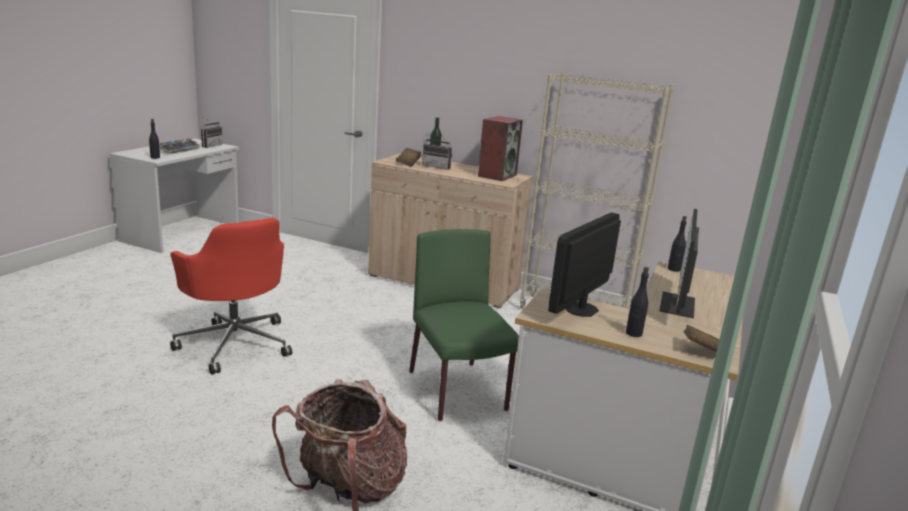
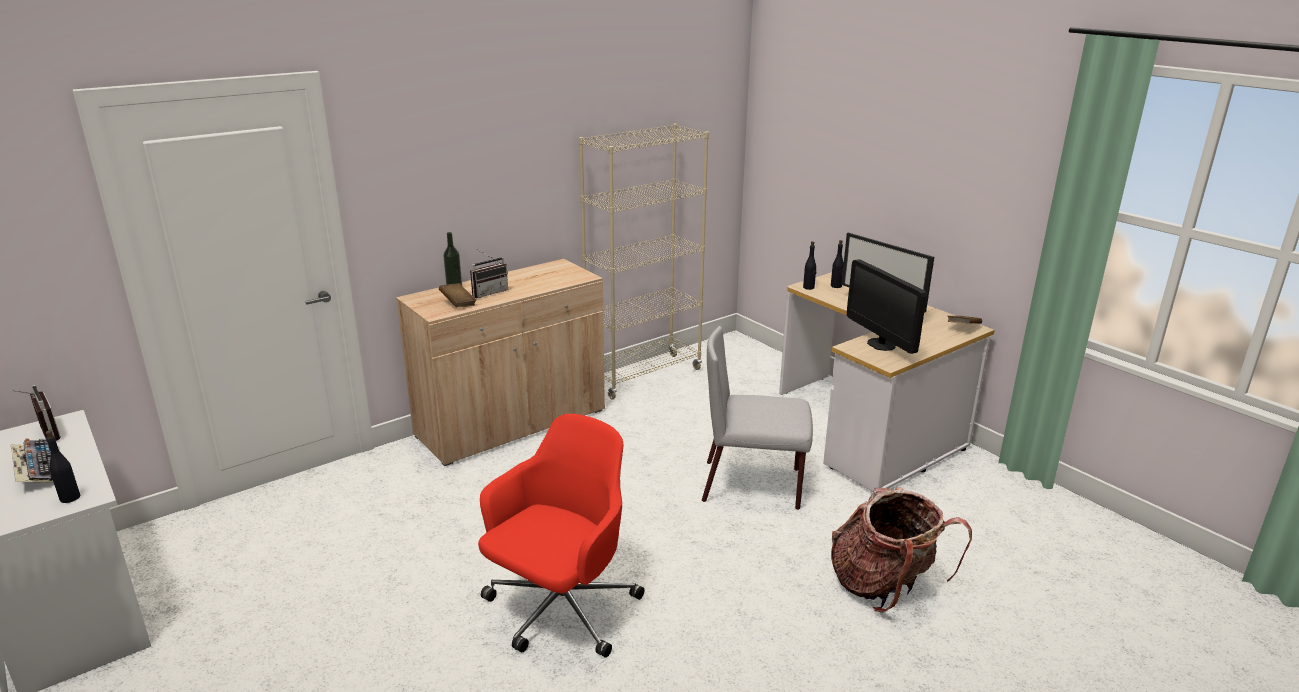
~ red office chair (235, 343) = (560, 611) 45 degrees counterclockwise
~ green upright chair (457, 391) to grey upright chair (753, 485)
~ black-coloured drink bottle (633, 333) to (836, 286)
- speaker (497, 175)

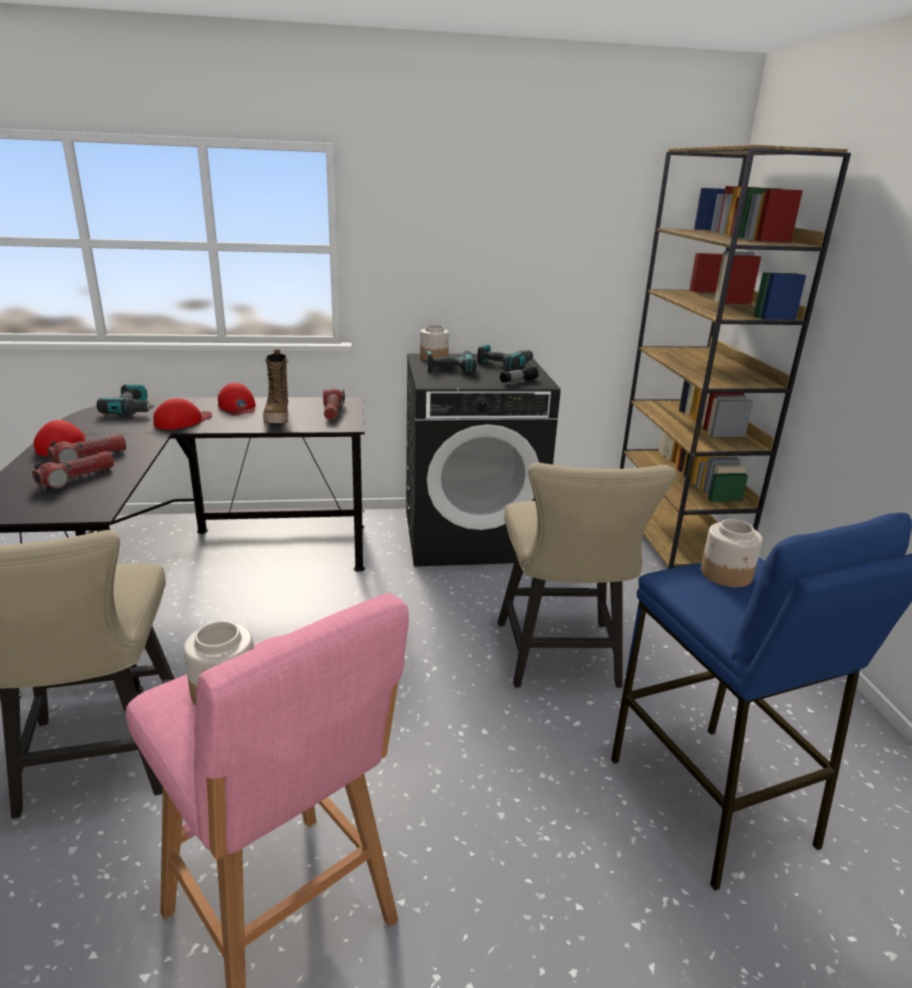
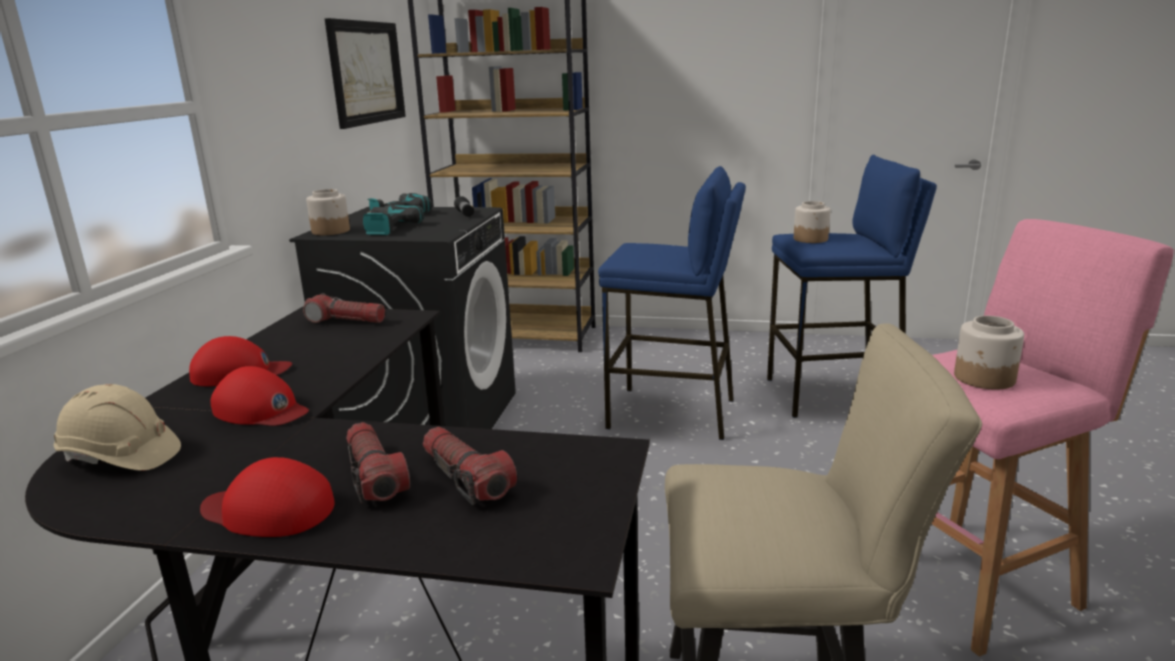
~ electric drill (133, 409) to beige safety helmet (121, 457)
~ red peaked cap (182, 421) = (261, 410) 150 degrees clockwise
+ wall art (366, 72)
~ beige upright chair (561, 660) to bluish stool (672, 413)
- tall boot (278, 417)

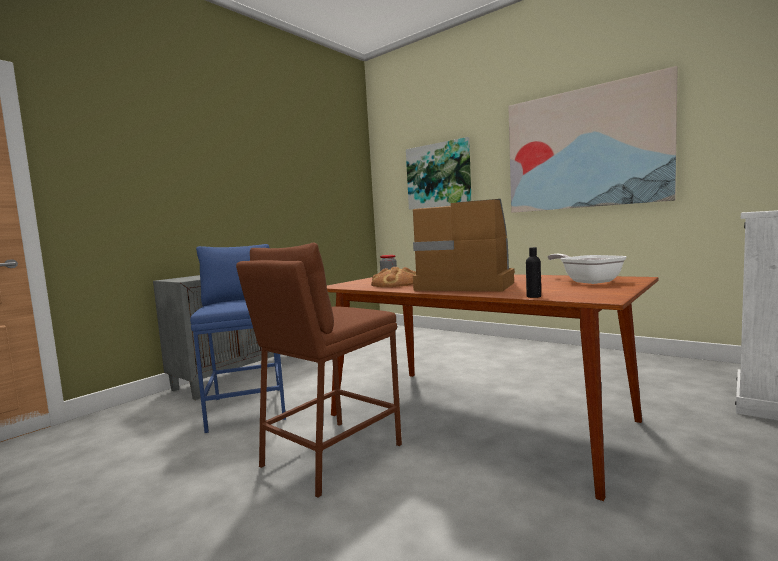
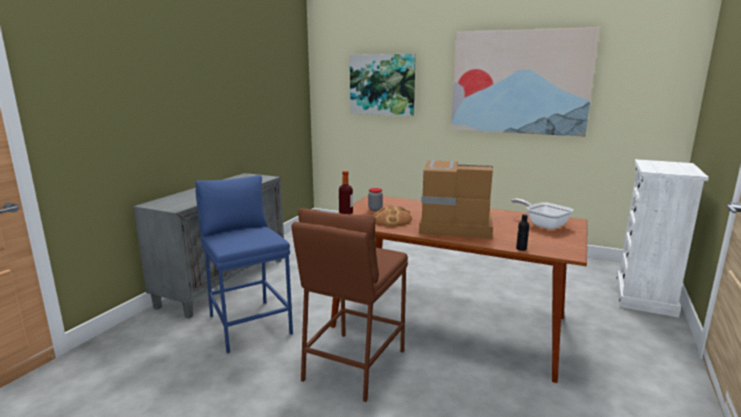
+ drink bottle (346, 213)

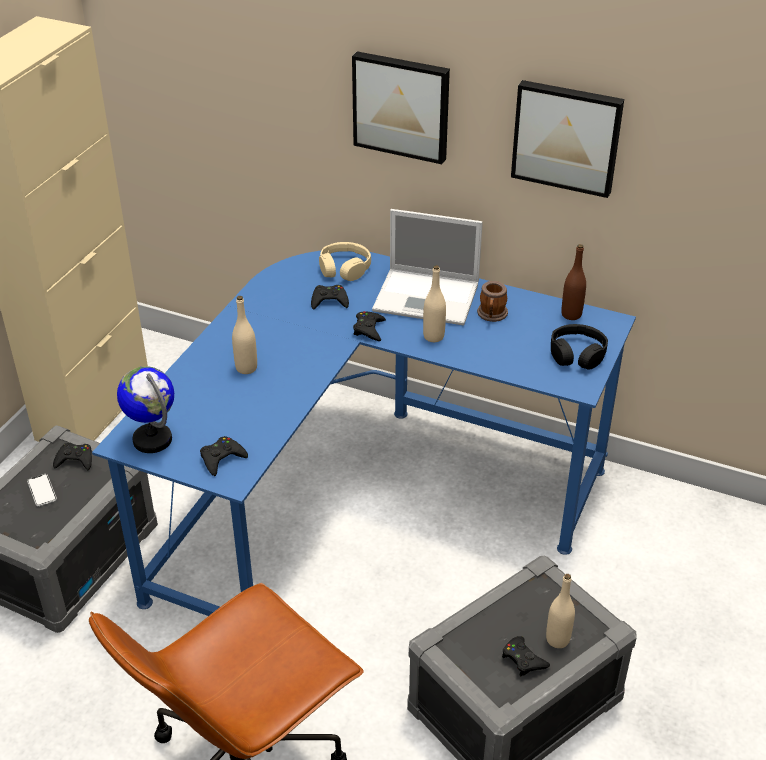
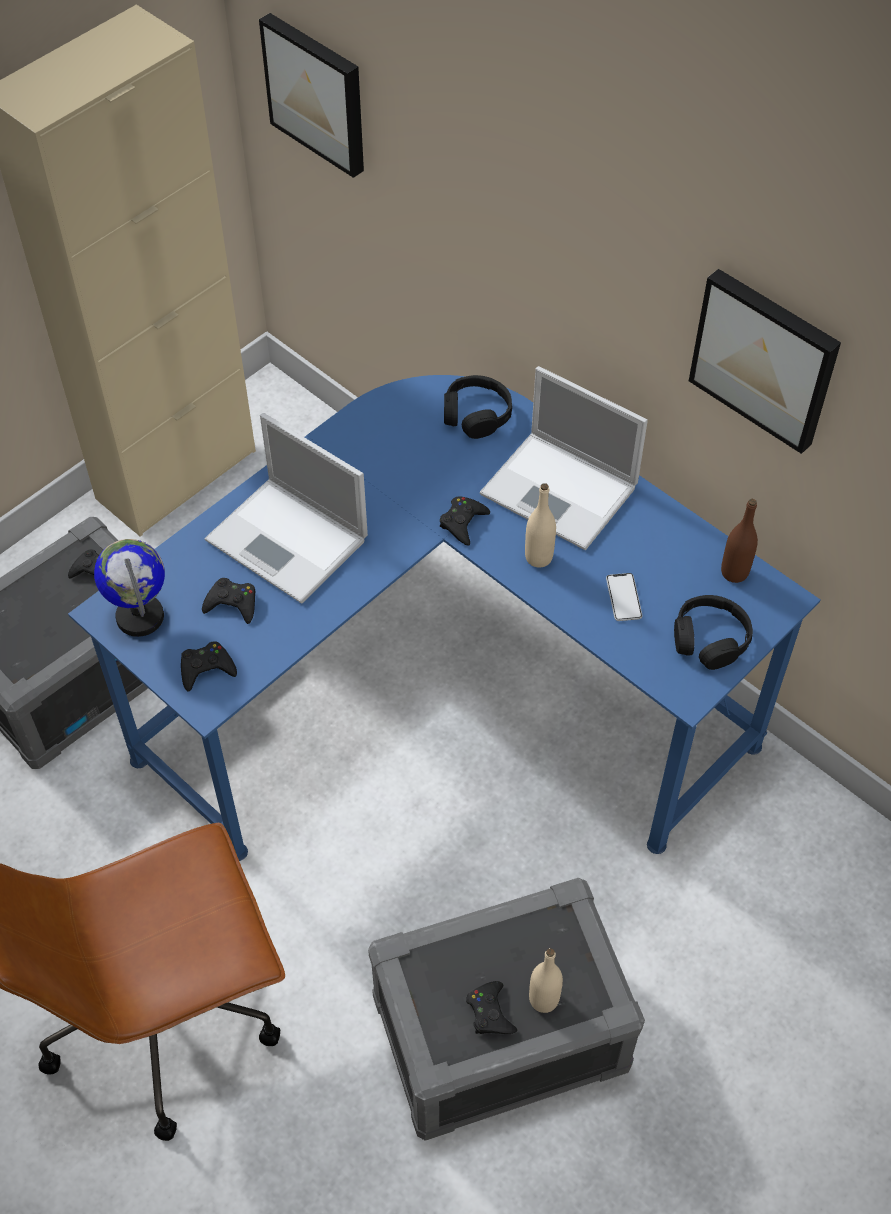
~ black-coloured game controller (329, 301) to (232, 604)
~ beige drink bottle (246, 368) to notebook computer (289, 541)
~ wall art (402, 106) to (317, 93)
~ beige pair of headphones (344, 268) to black-coloured pair of headphones (476, 414)
~ phone (42, 491) to (623, 598)
- tea mug (492, 315)

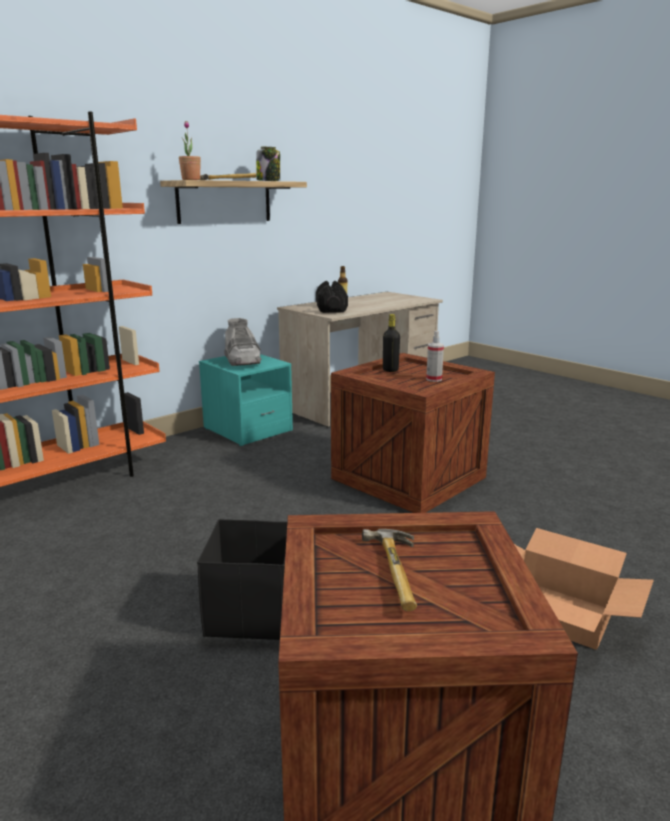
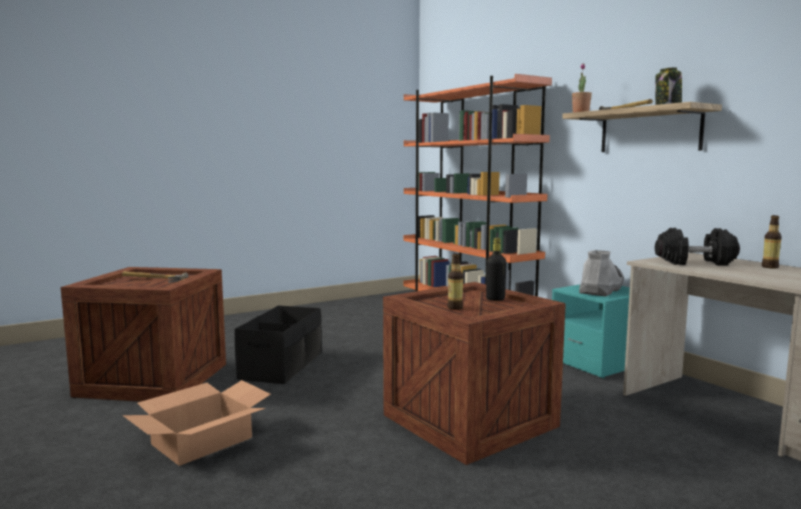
~ hand sprayer (434, 379) to drink bottle (455, 308)
~ grey tall boot (242, 362) = (601, 289) 135 degrees clockwise

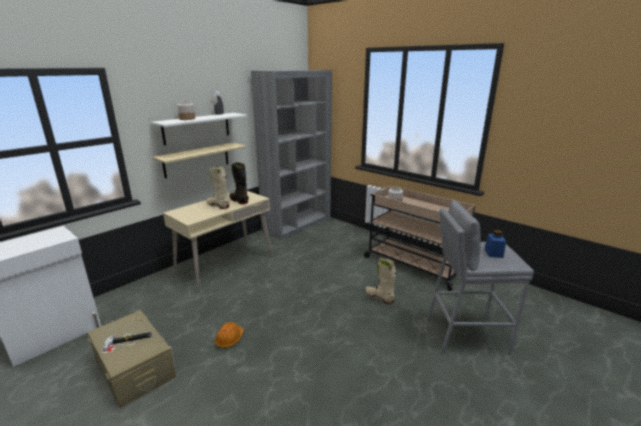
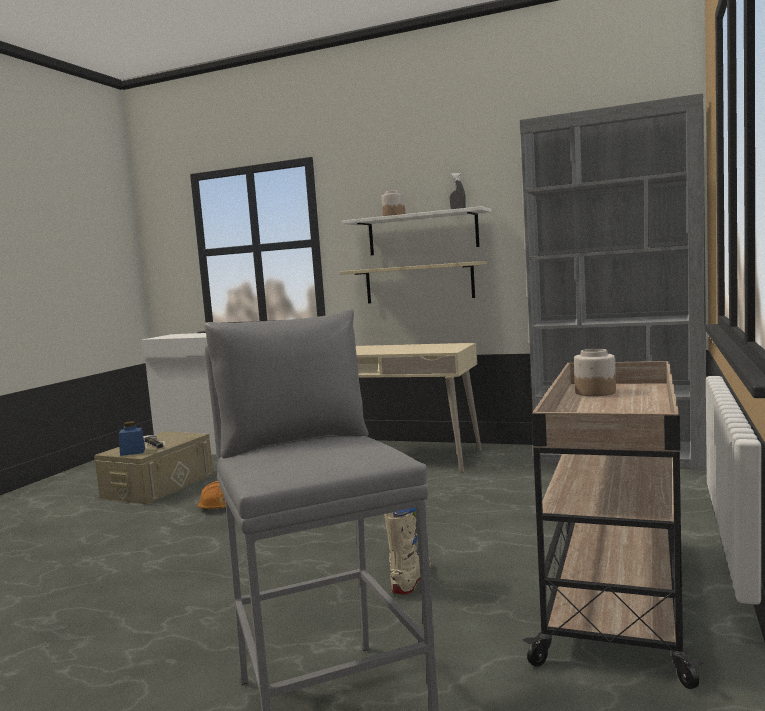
~ bluish storage jar (493, 253) to (132, 452)
- beige tall boot (218, 206)
- black-coloured tall boot (239, 201)

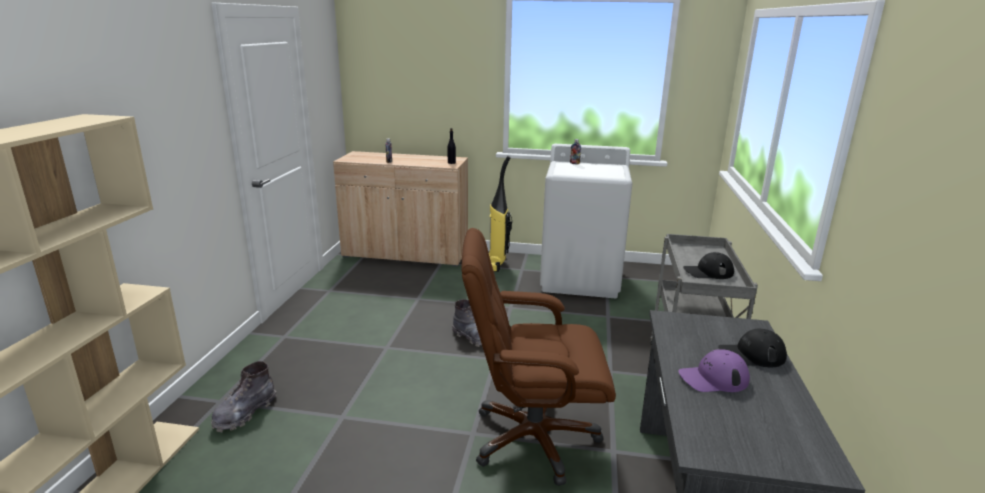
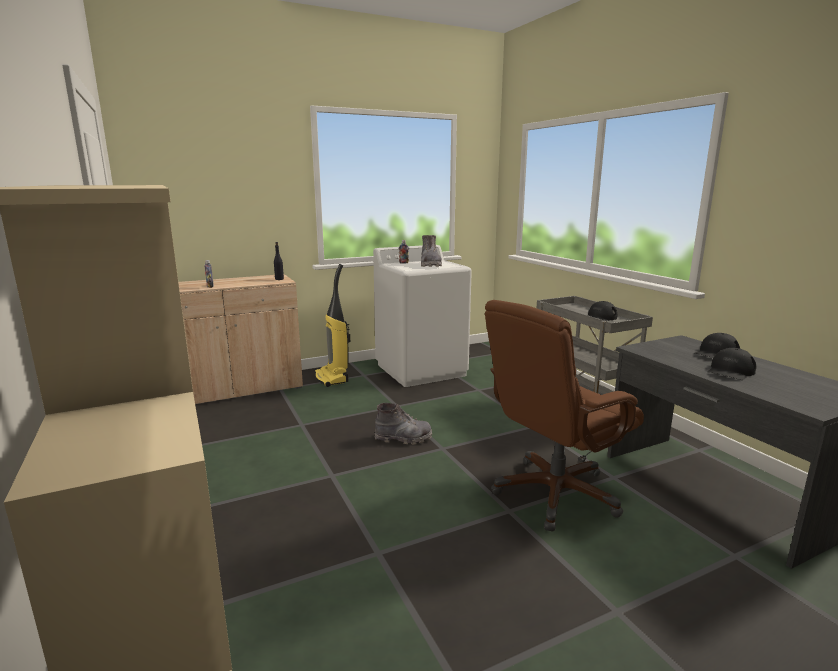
~ grey tall boot (245, 413) to (430, 265)
~ purplish peaked cap (713, 378) to black-coloured peaked cap (730, 371)

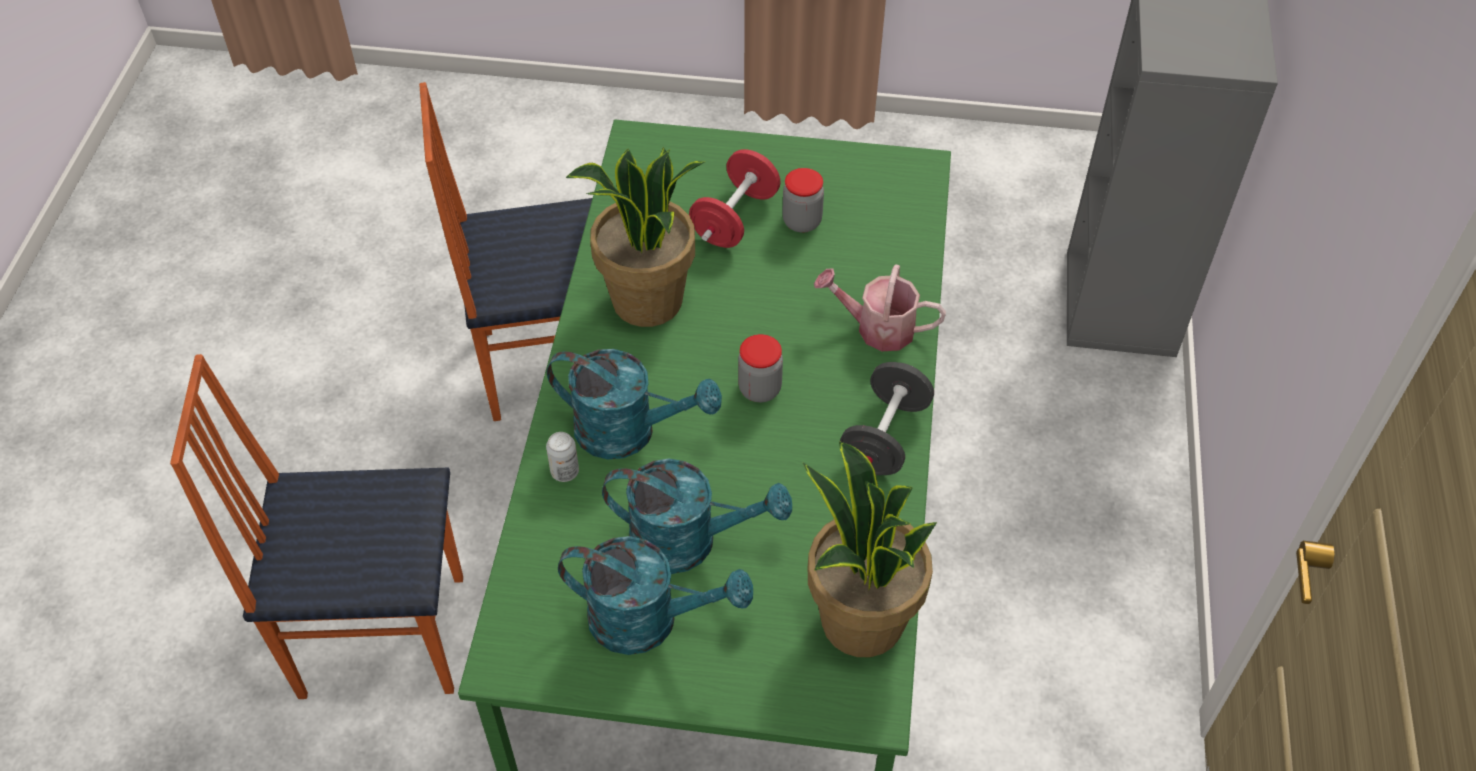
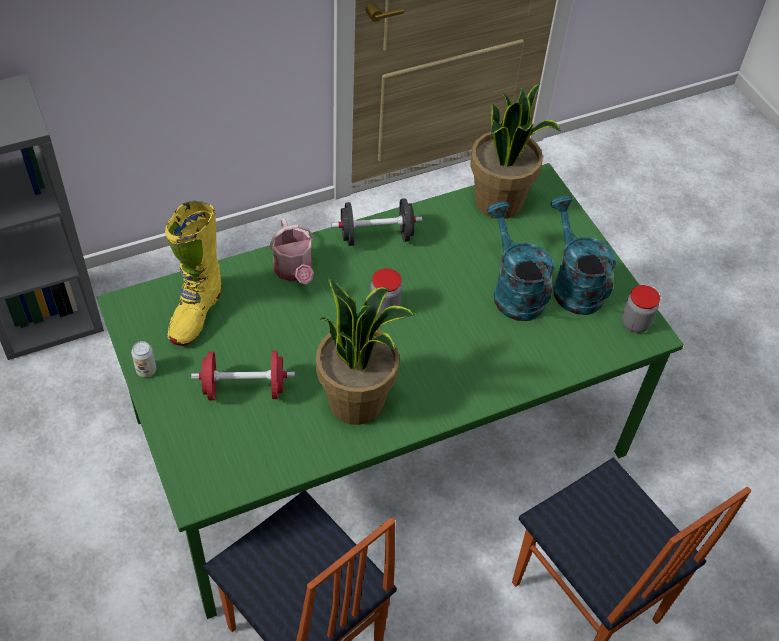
~ sealed can (565, 472) to (146, 370)
+ yellowish tall boot (196, 313)
~ storage jar (802, 221) to (635, 323)
- turquoise-coloured watering can (629, 431)

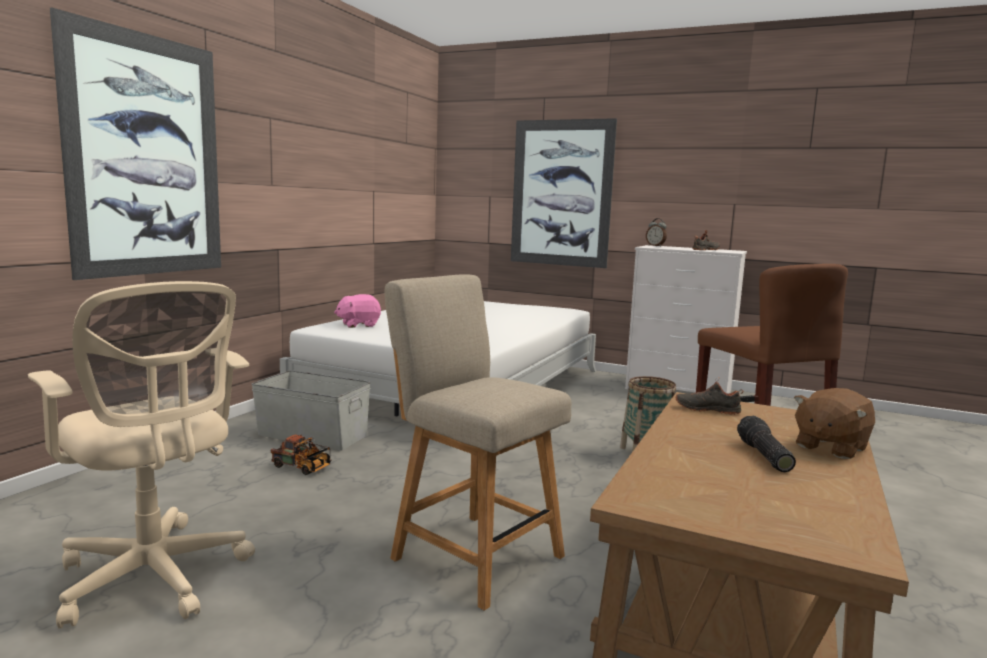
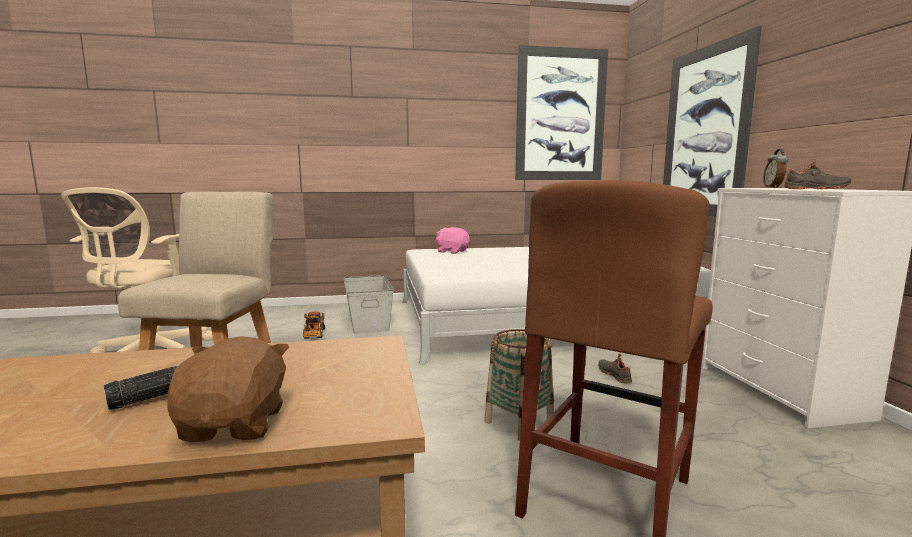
~ brownish soft toy (830, 447) = (236, 425) 75 degrees clockwise
~ wall art (146, 156) to (560, 115)
~ black-coloured shoe (707, 409) to (615, 375)

